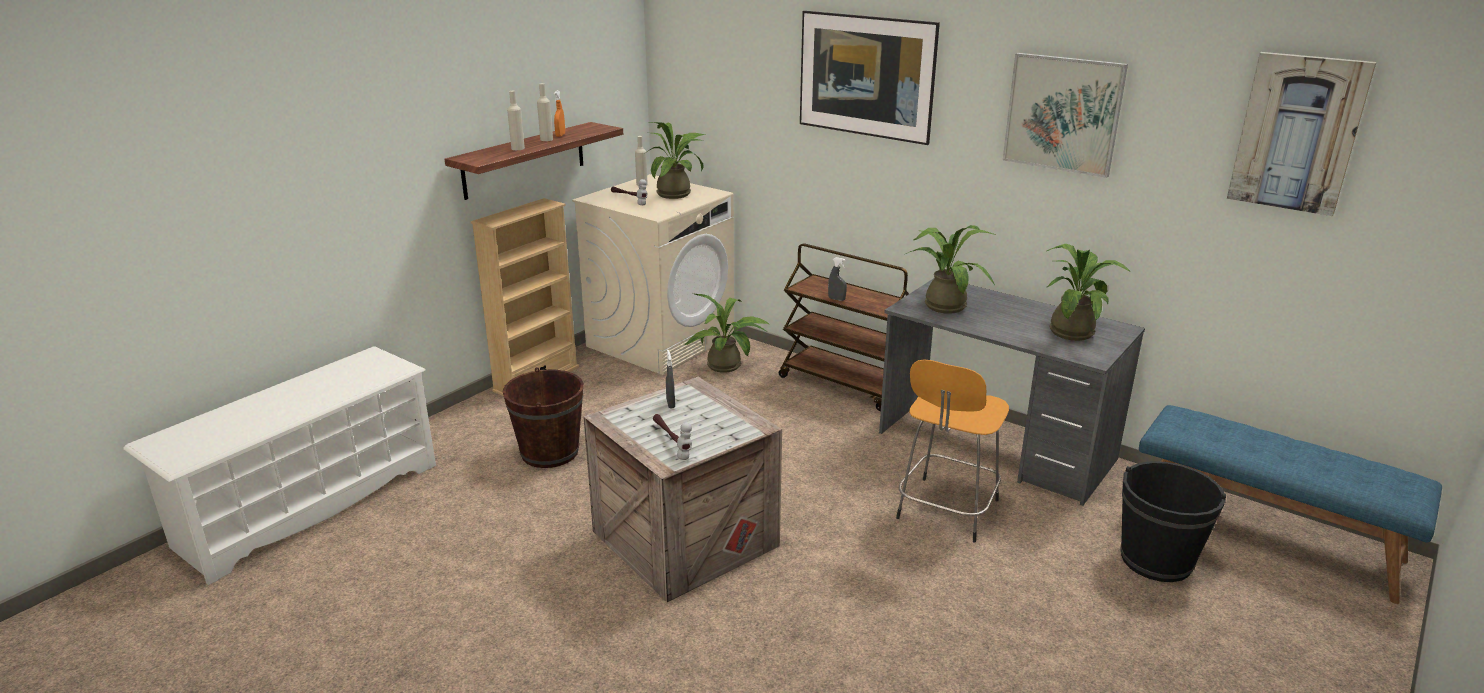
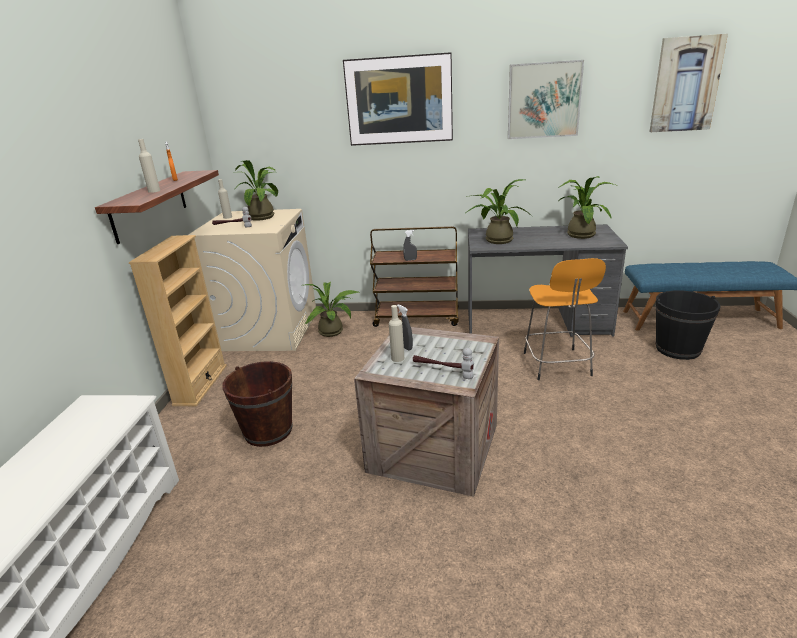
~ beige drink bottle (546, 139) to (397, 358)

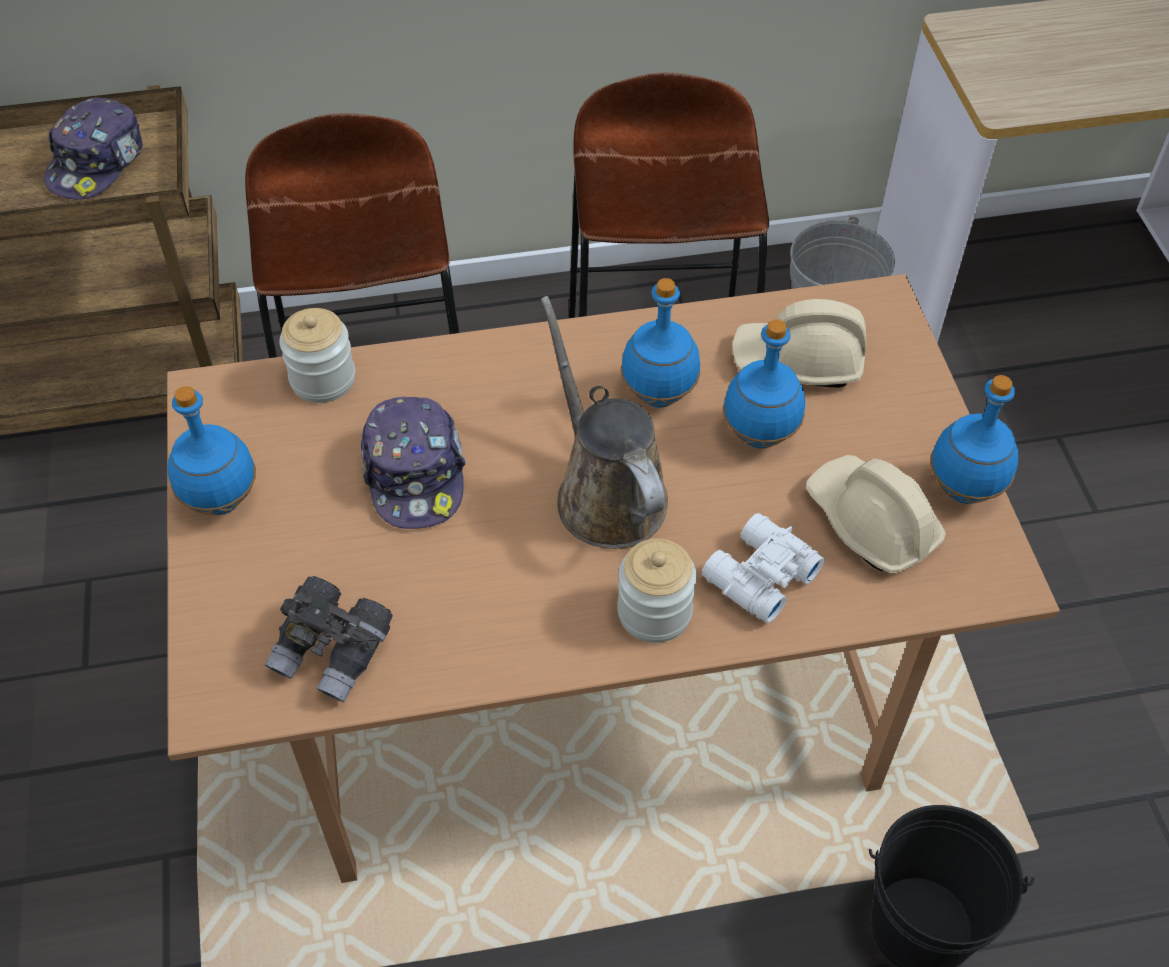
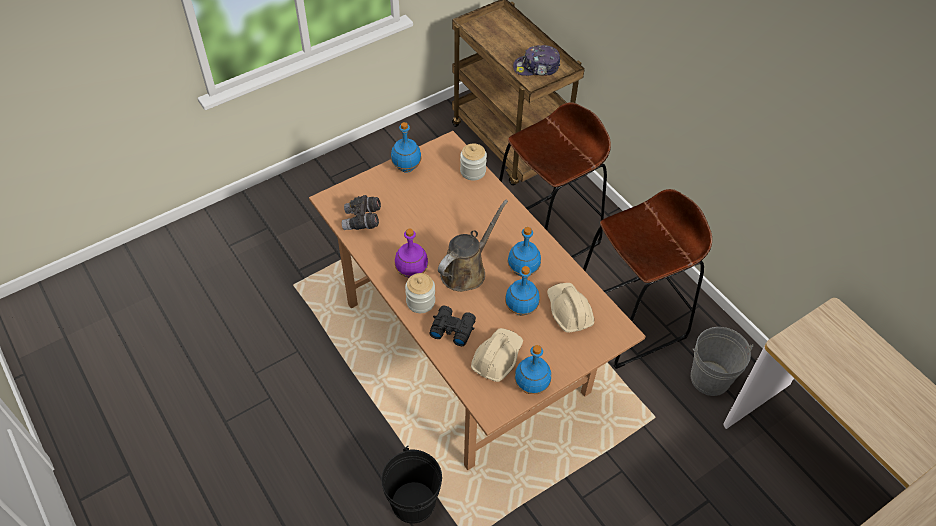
+ purplish drink bottle (412, 273)
~ whitish field glasses (757, 576) to black-coloured field glasses (452, 328)
- peaked cap (415, 474)

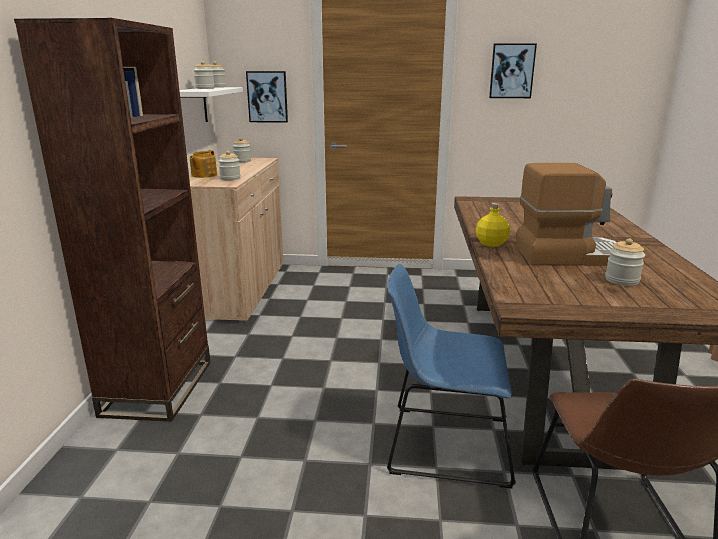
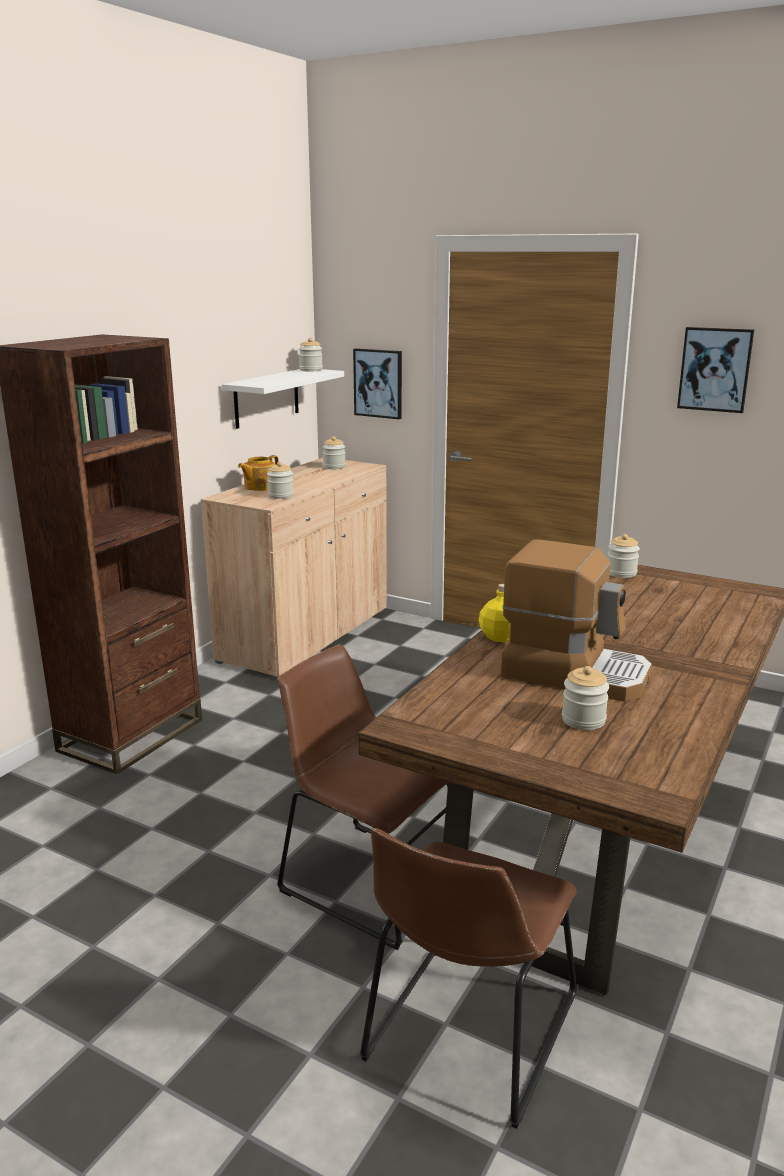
~ bluish upright chair (443, 444) to brownish upright chair (368, 879)
~ storage jar (205, 88) to (621, 573)

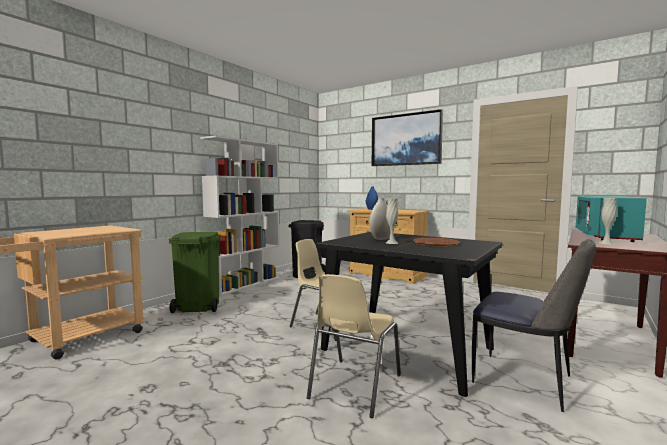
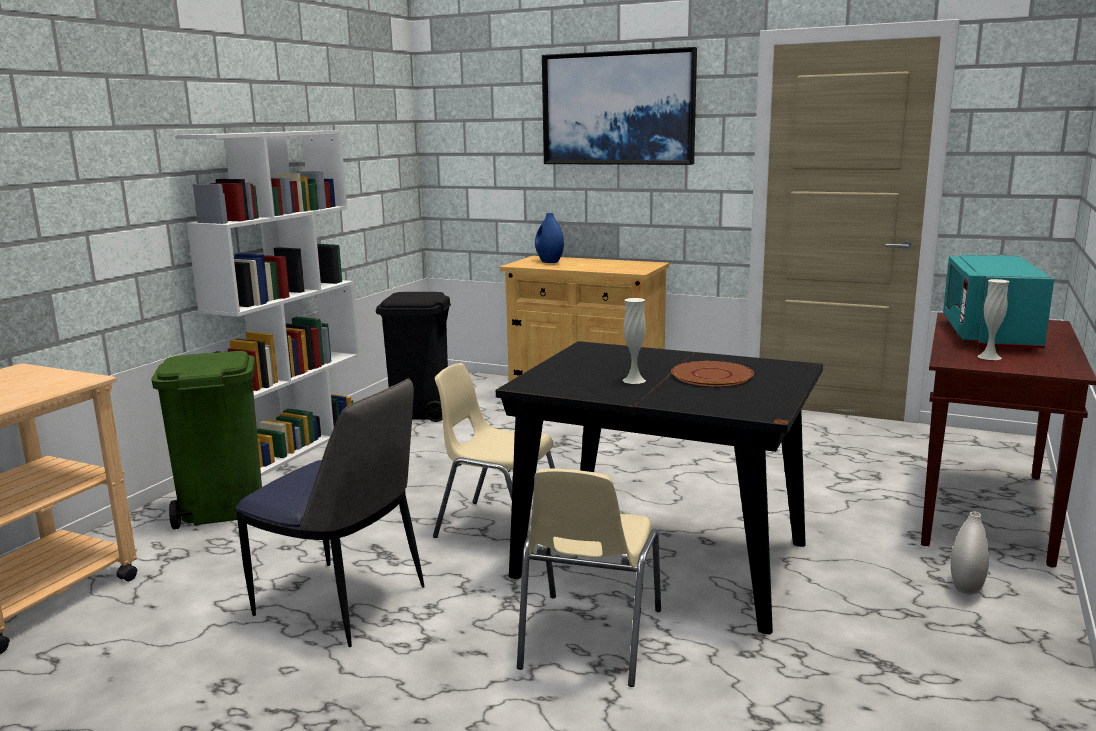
~ upright chair (525, 381) to (344, 603)
~ whitish vase (381, 238) to (966, 586)

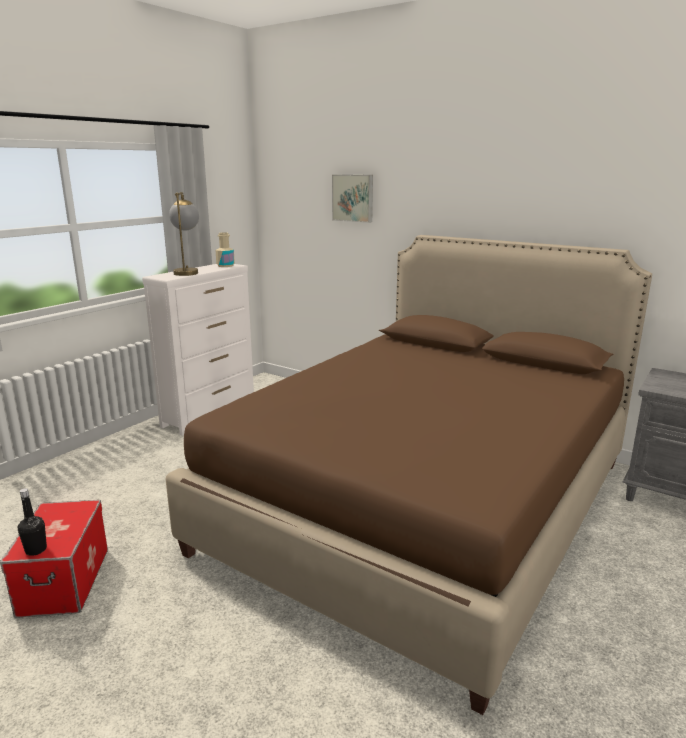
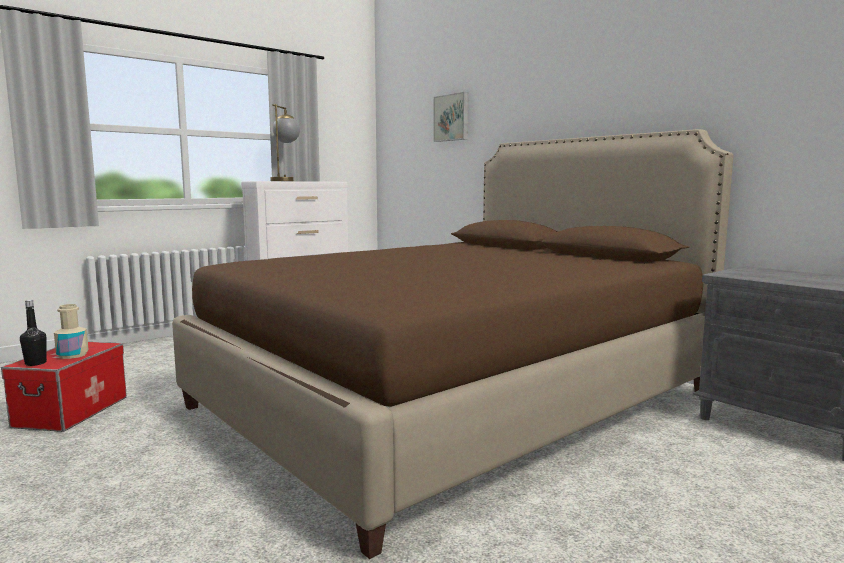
~ beige drink bottle (225, 266) to (72, 355)

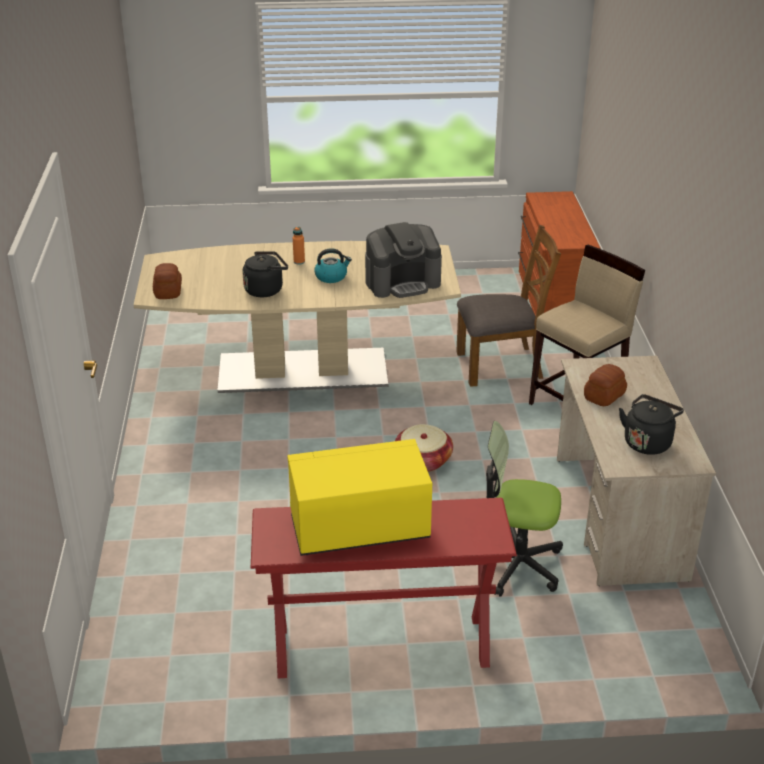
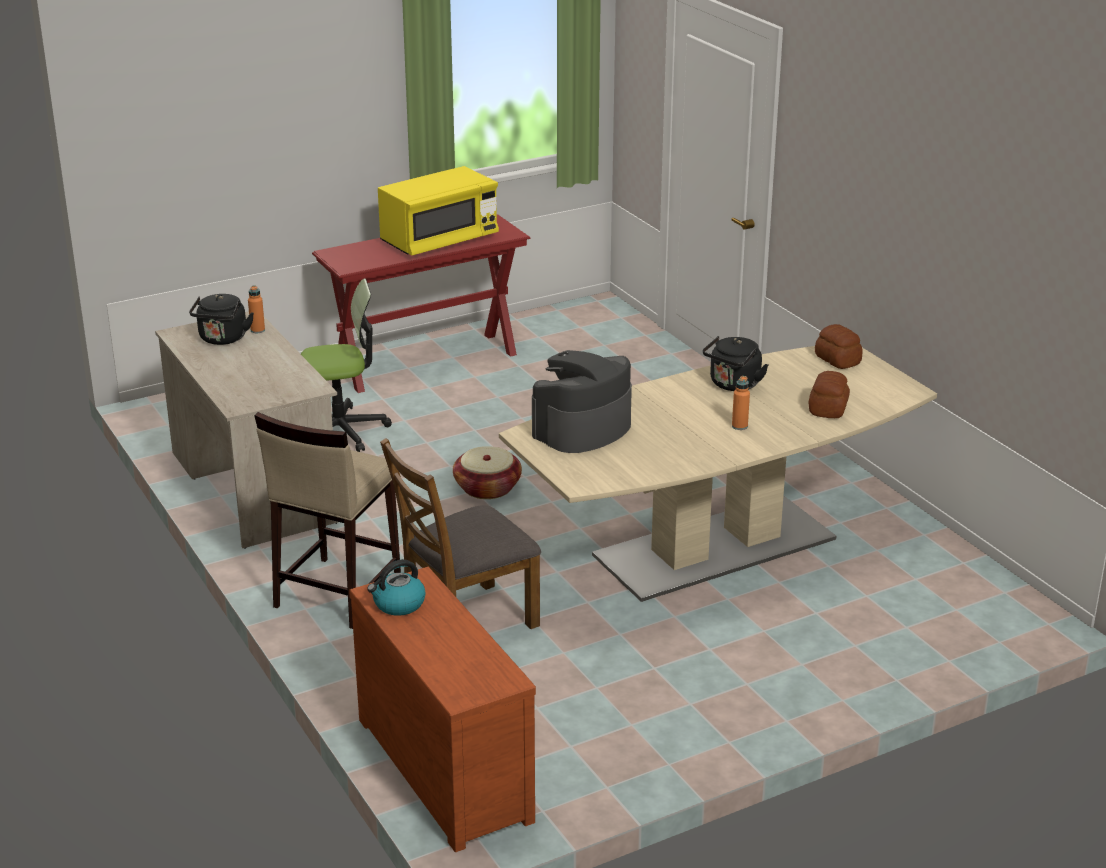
+ orange drink bottle (257, 330)
~ tea kettle (331, 277) to (398, 604)
~ baked bread (603, 396) to (829, 408)

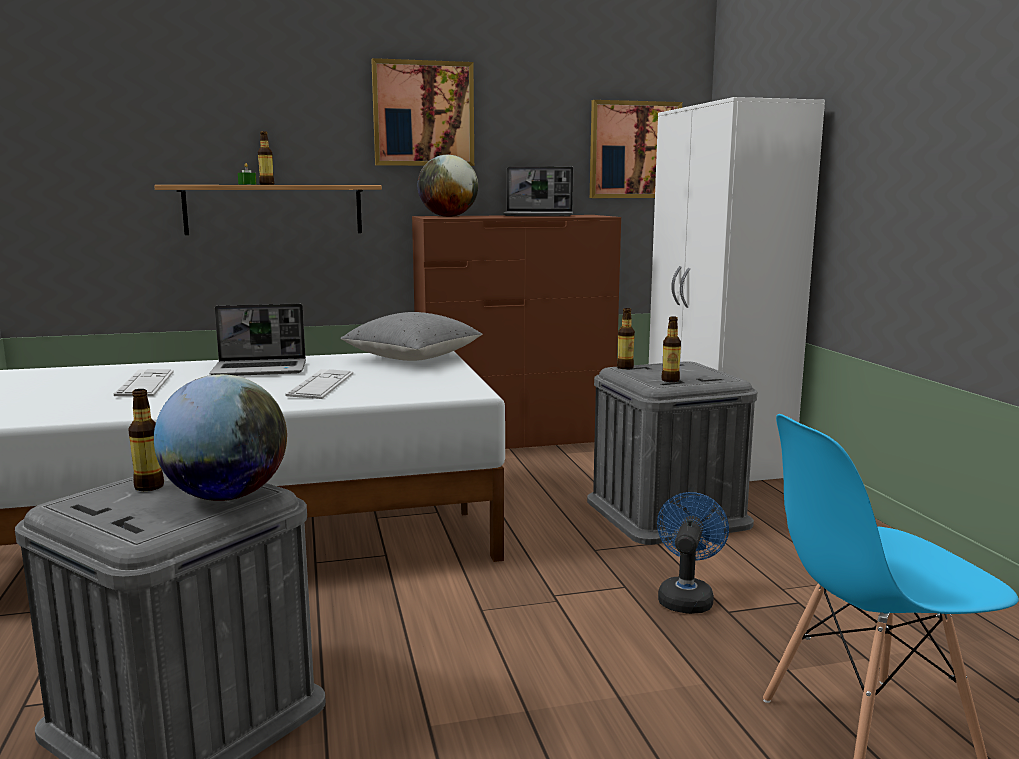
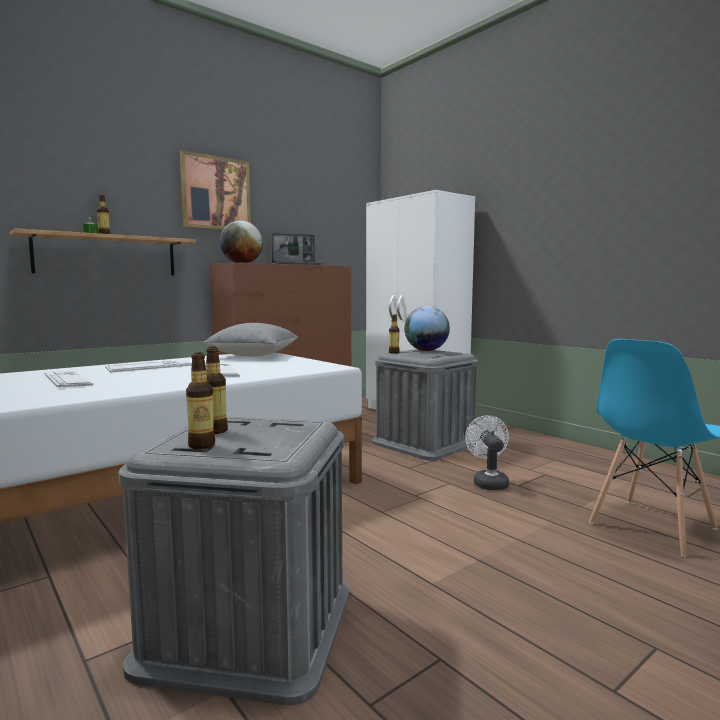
~ notebook computer (261, 369) to PC keyboard (151, 367)
~ drink bottle (670, 380) to (201, 445)
~ desk globe (226, 496) to (426, 350)
~ bluish electric fan (686, 597) to whitish electric fan (488, 482)
- wall art (634, 150)

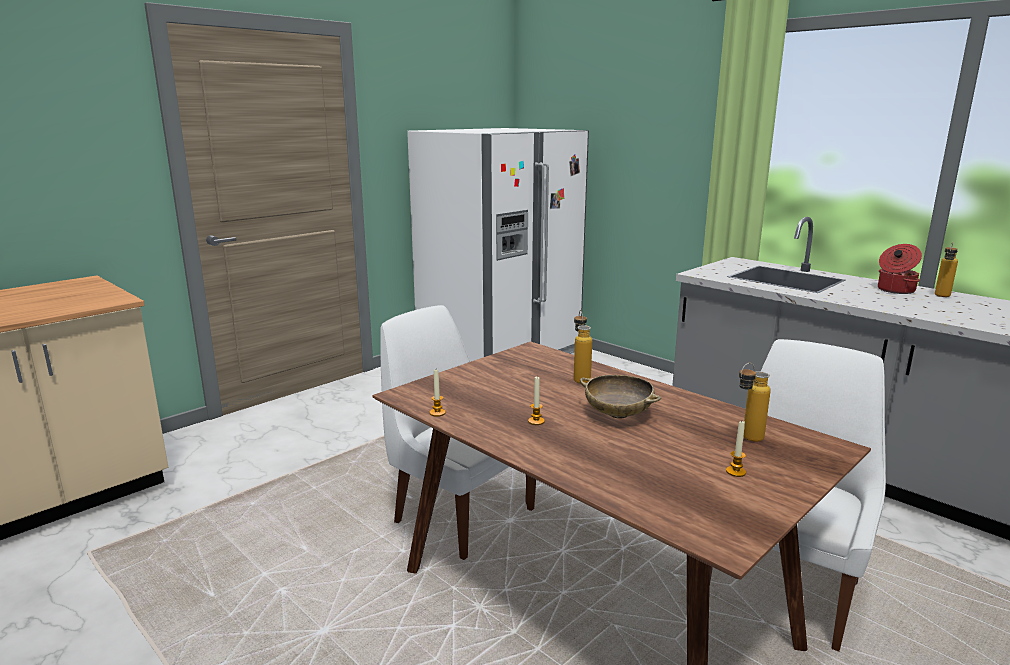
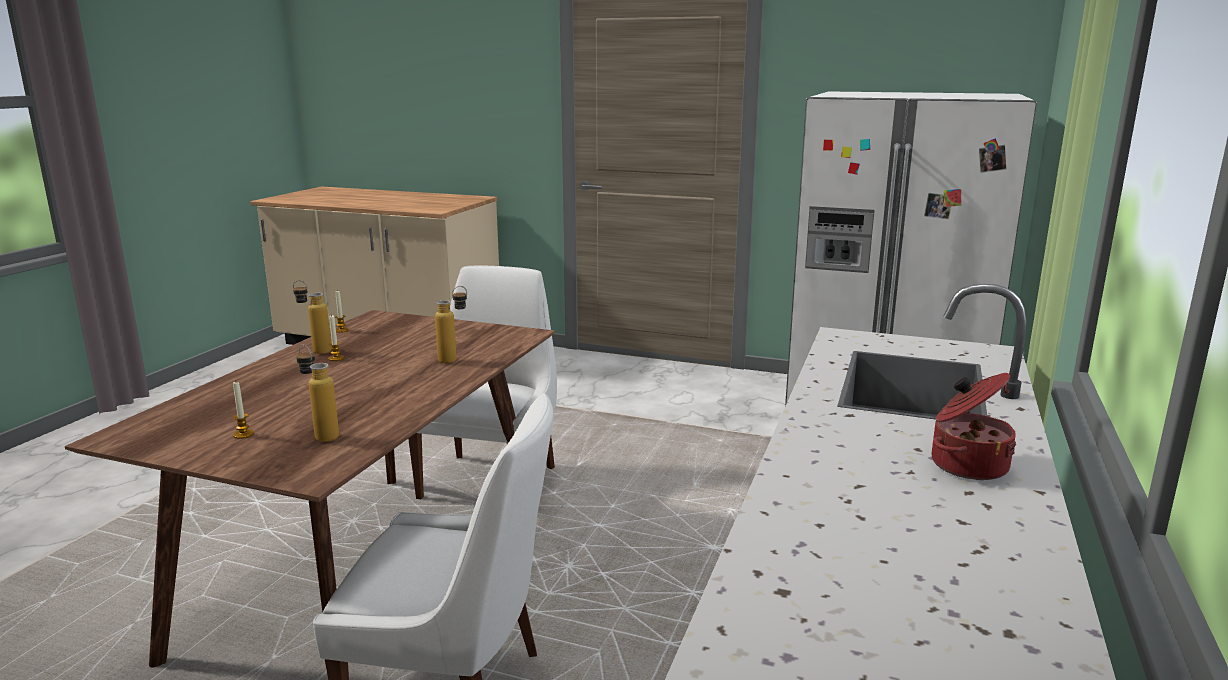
~ drink bottle (941, 296) to (315, 351)
- beige bowl (618, 415)

